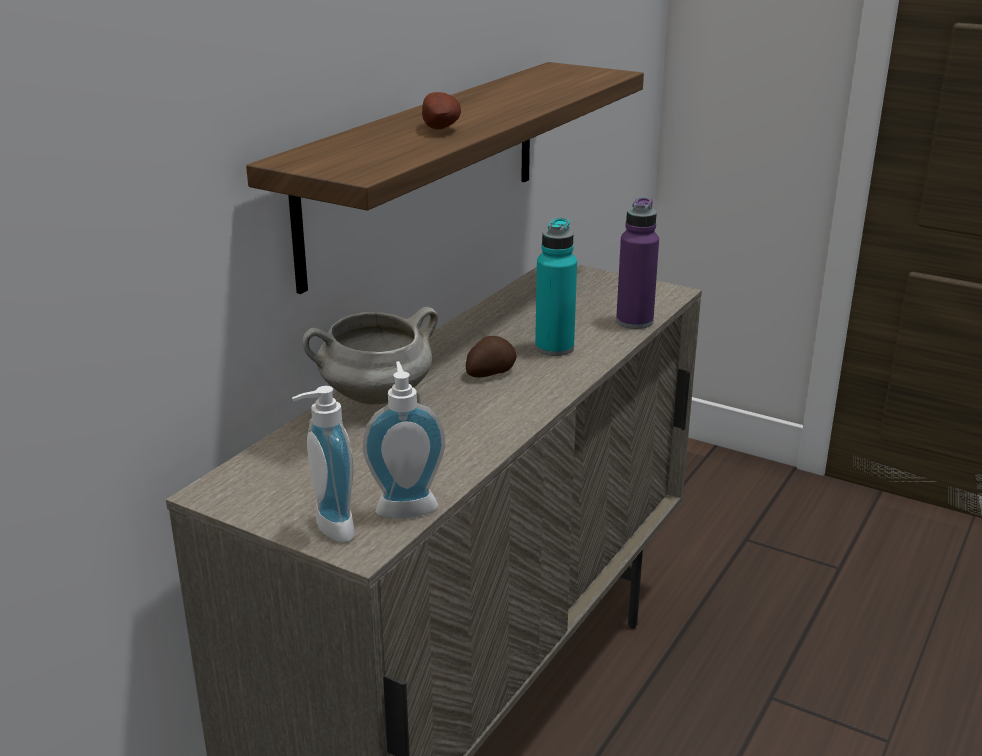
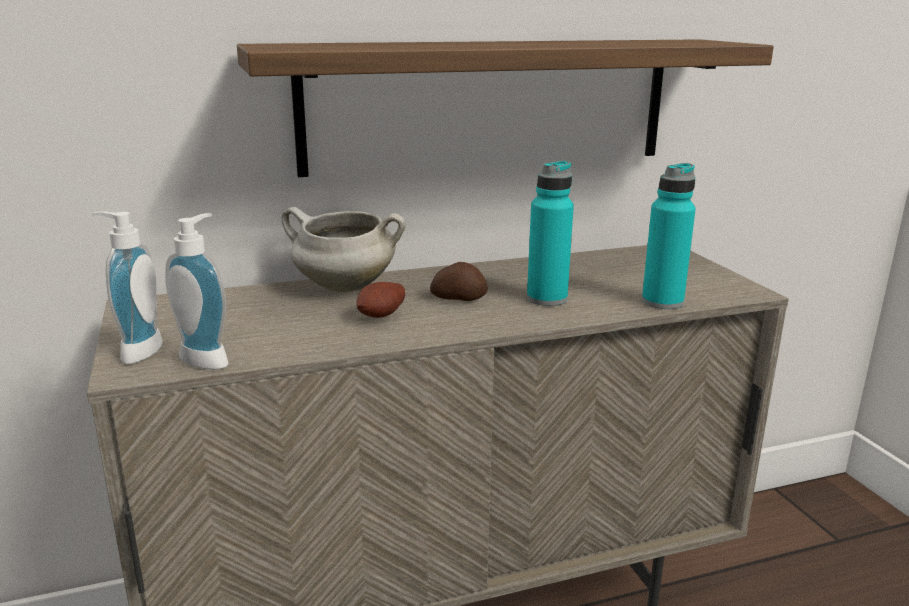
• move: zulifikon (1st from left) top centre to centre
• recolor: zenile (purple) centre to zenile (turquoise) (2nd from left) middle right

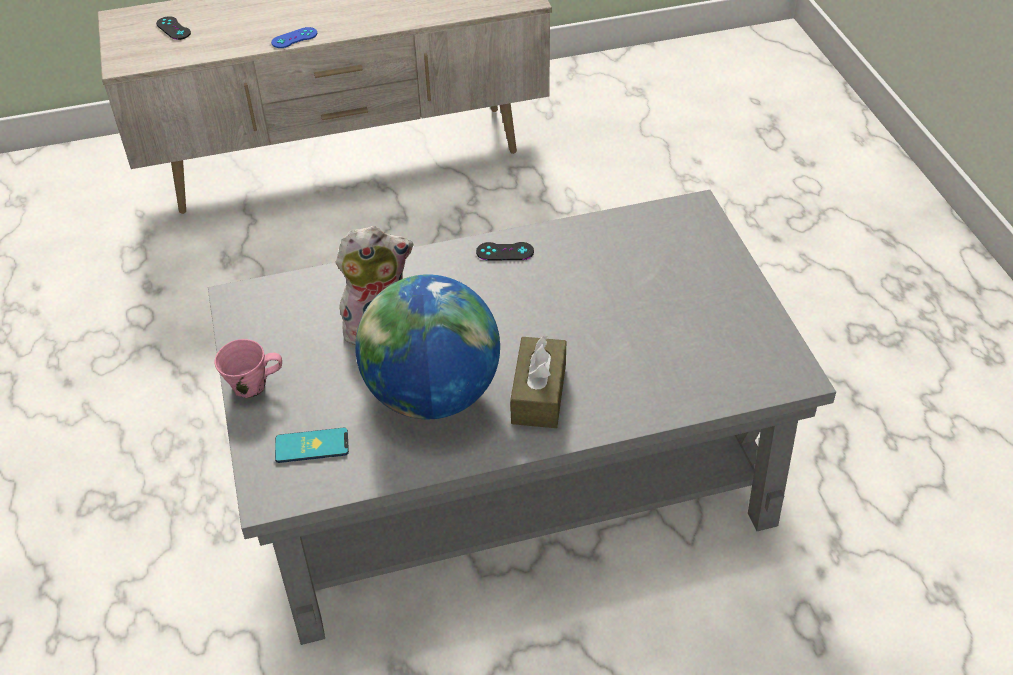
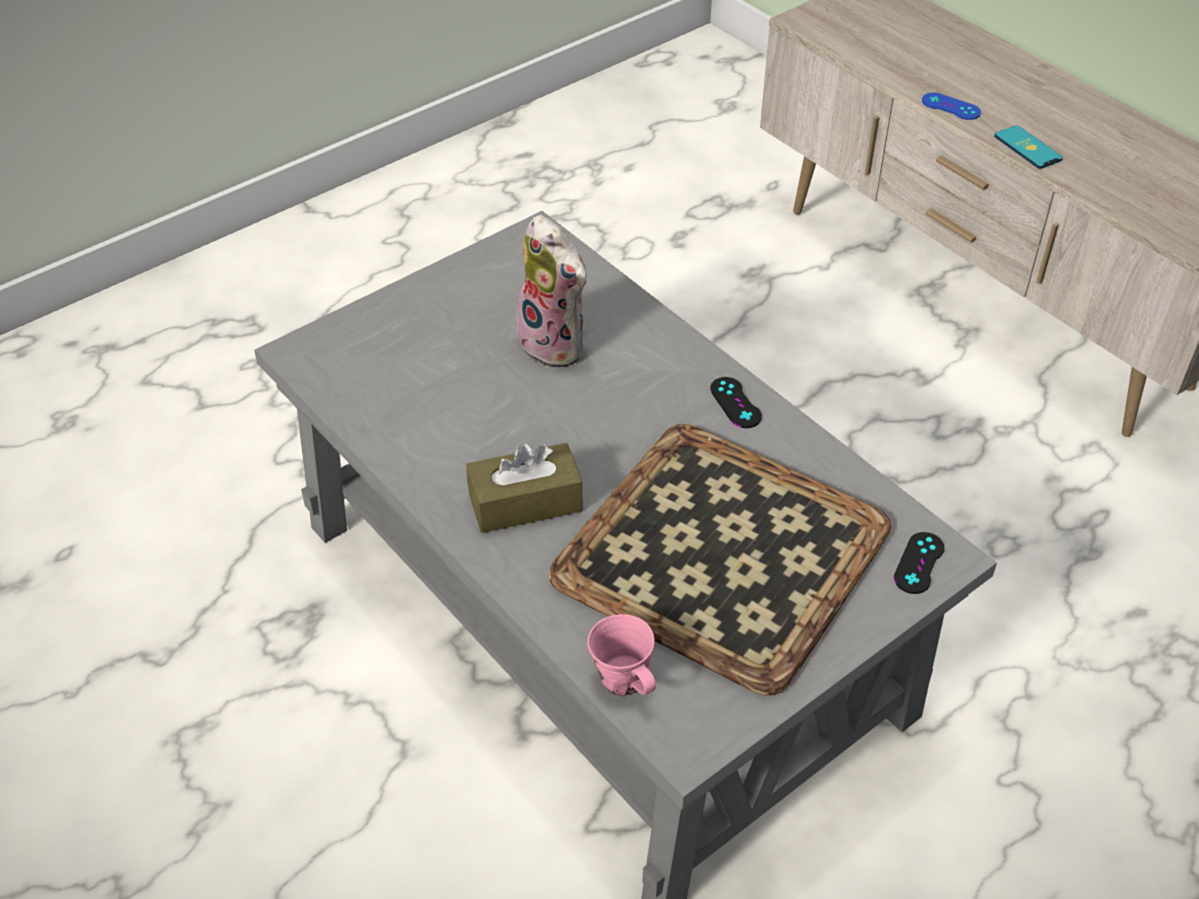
• delete: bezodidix centre
• insert: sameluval centre
• move: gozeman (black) (1st from left in the first image) top left to gozeman (black) (2nd from left) middle right
• move: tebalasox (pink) middle left to bottom centre
• move: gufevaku middle left to top right

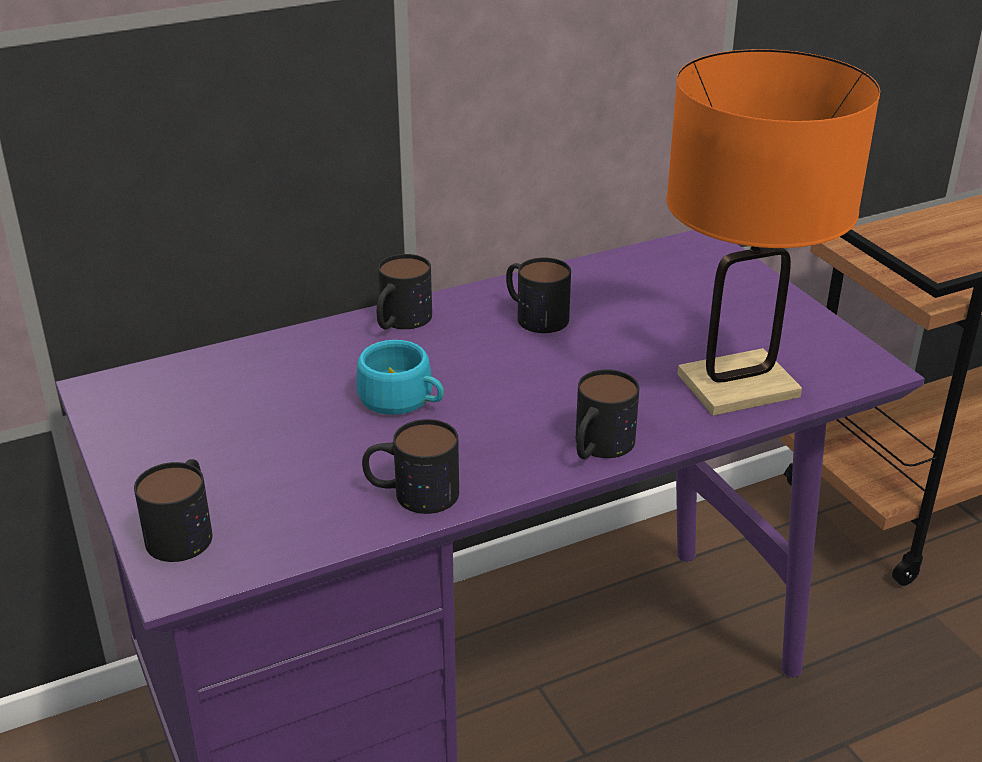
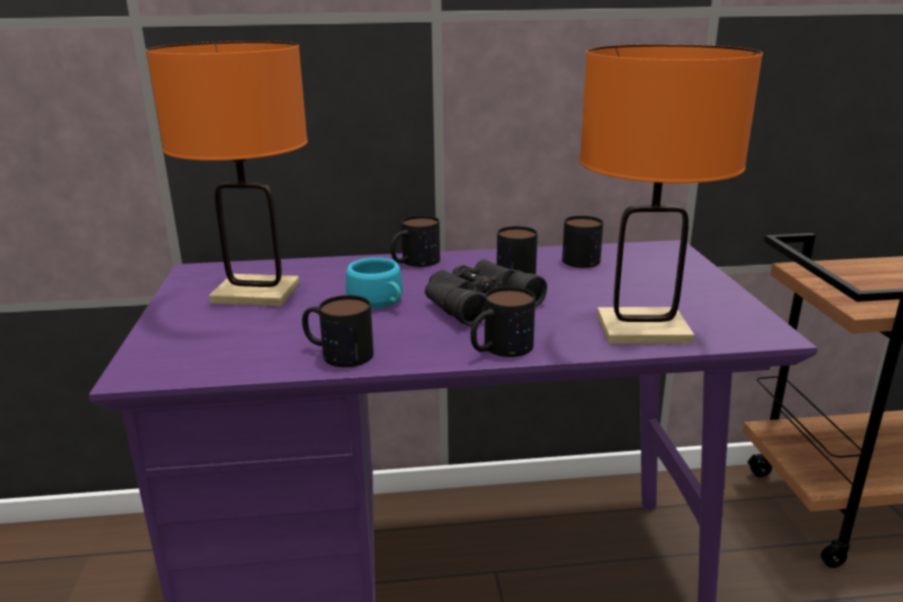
• insert: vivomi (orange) (1st from left) top left
• insert: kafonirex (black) centre
• move: tebalasox (1st from left in the first image) bottom left to tebalasox (5th from left) centre

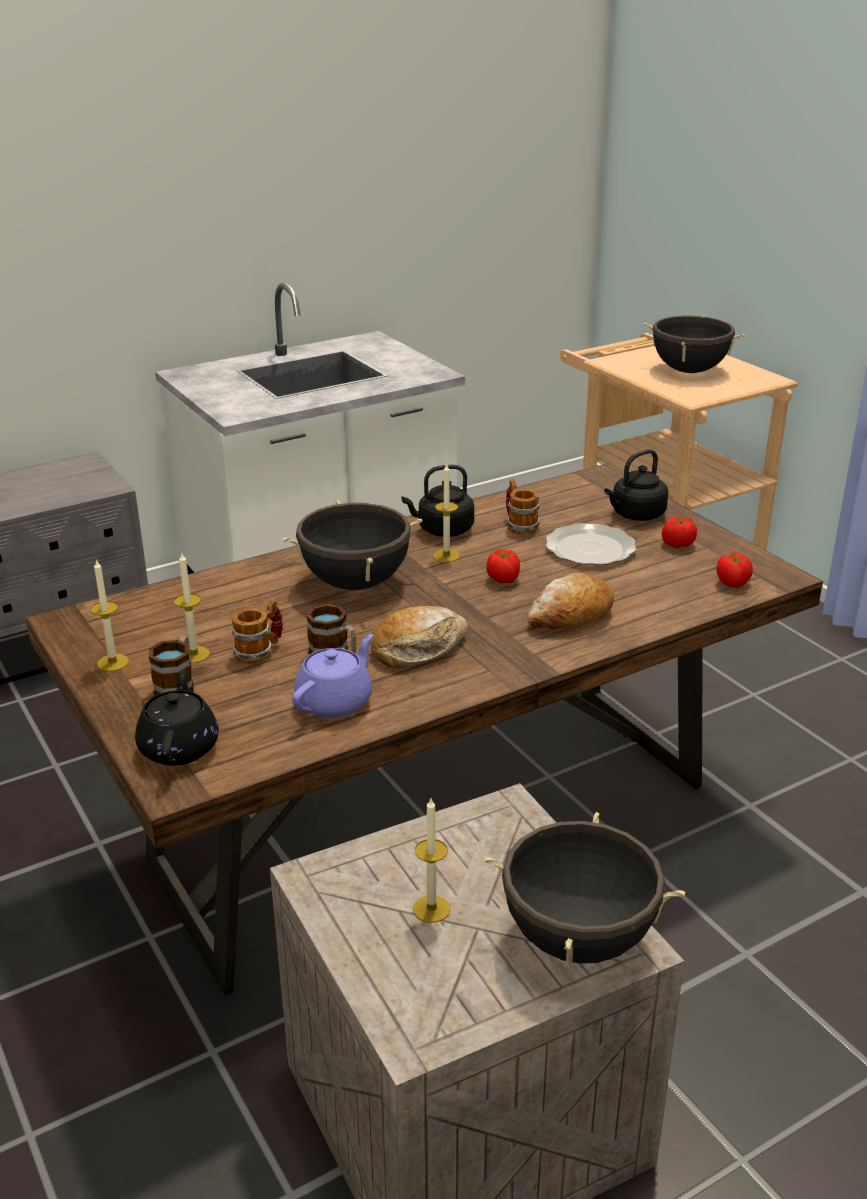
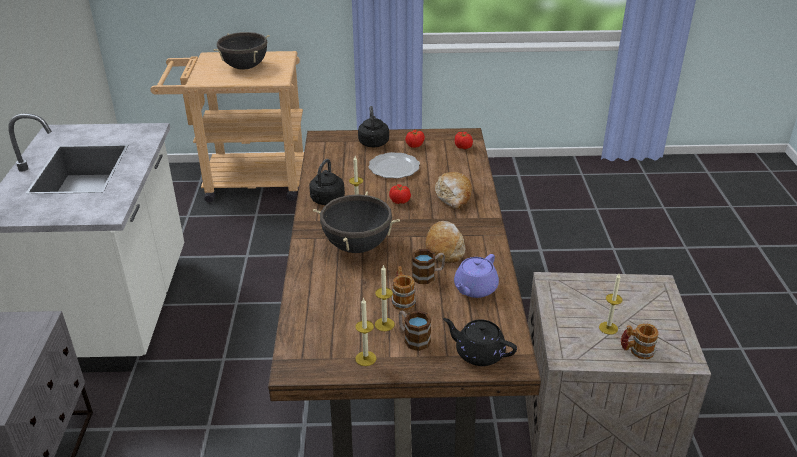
• delete: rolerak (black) (2nd from left) bottom right
• move: tebalasox (4th from left) centre to bottom right
• rotate: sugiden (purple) centre = centre 120 degrees counterclockwise

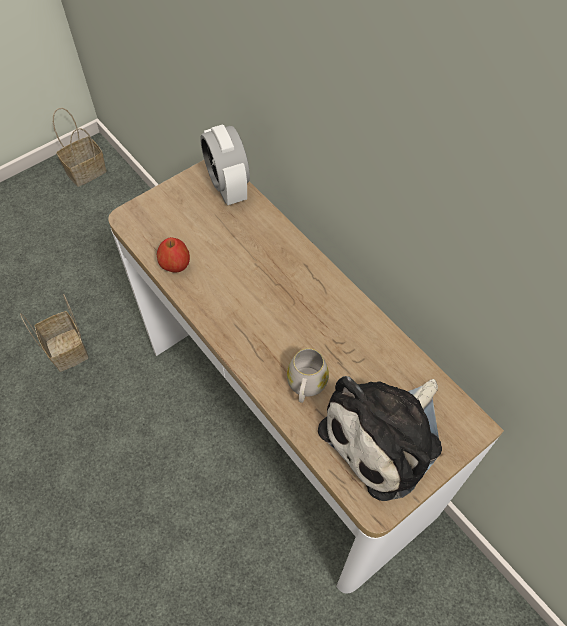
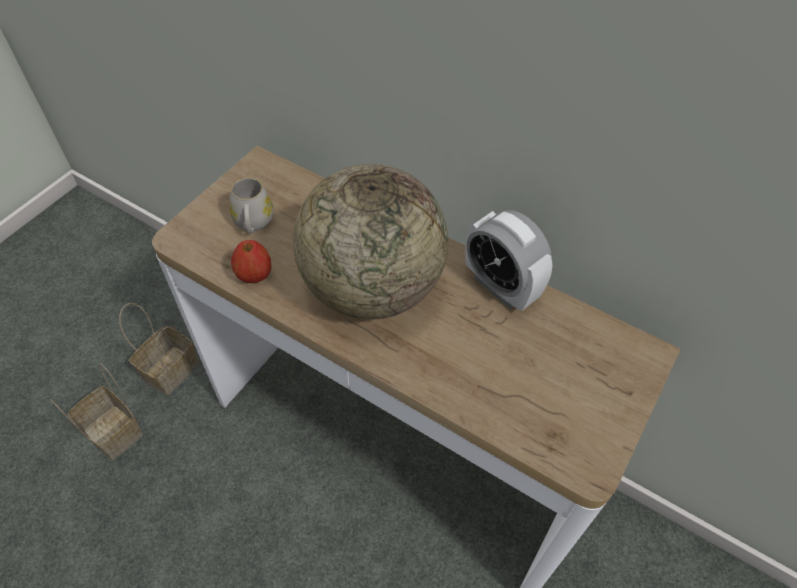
• delete: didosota bottom right
• insert: bezodidix centre
• move: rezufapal (2nd from left) top left to middle left
• move: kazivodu top centre to centre
• move: tebalasox (white) centre to middle left

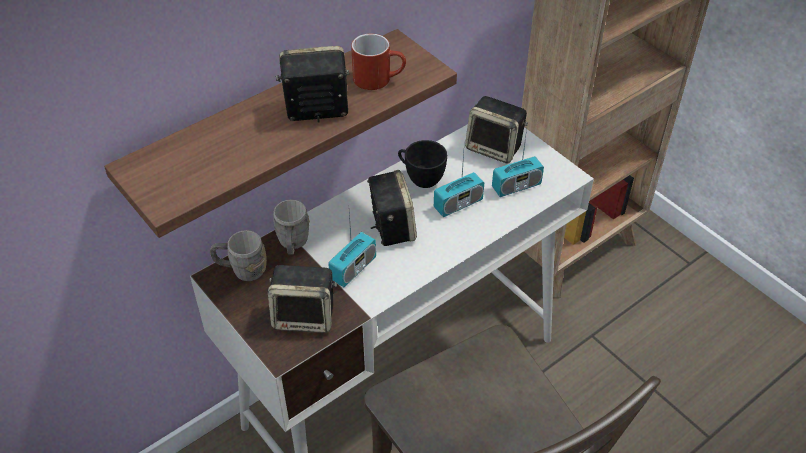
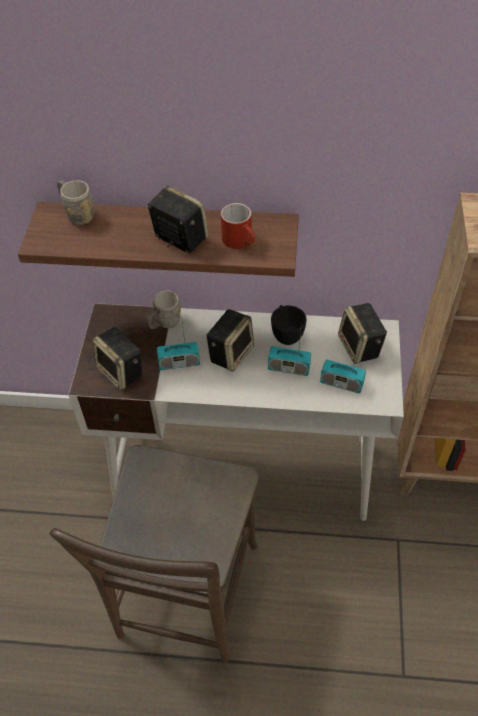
• move: tebalasox (grey) (1st from left) middle left to top left

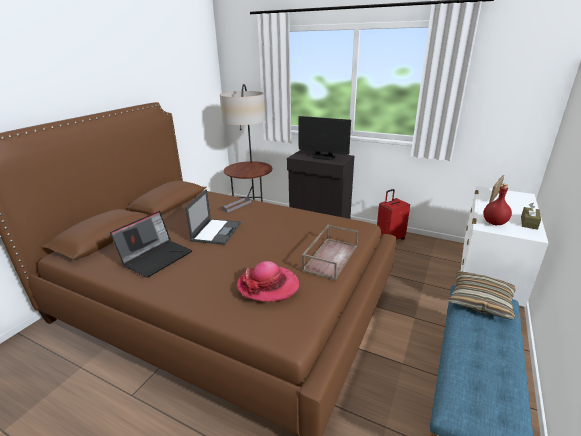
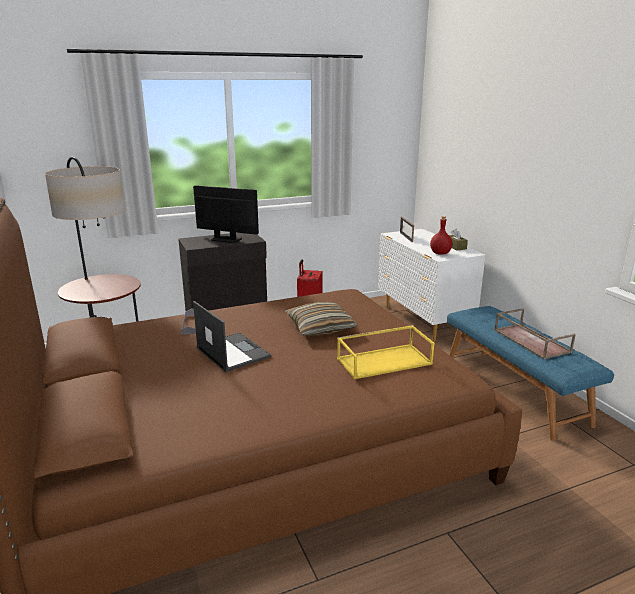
• delete: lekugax (1st from left) middle left
• move: sameluval (brown) centre to middle right
• move: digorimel bottom right to centre
• replace: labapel centre to sameluval (yellow) centre
• rotate: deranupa top centre = centre 135 degrees counterclockwise

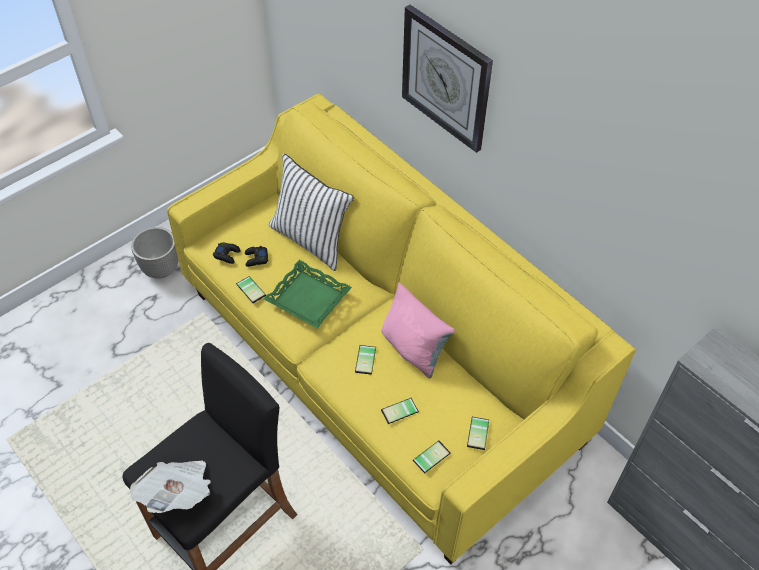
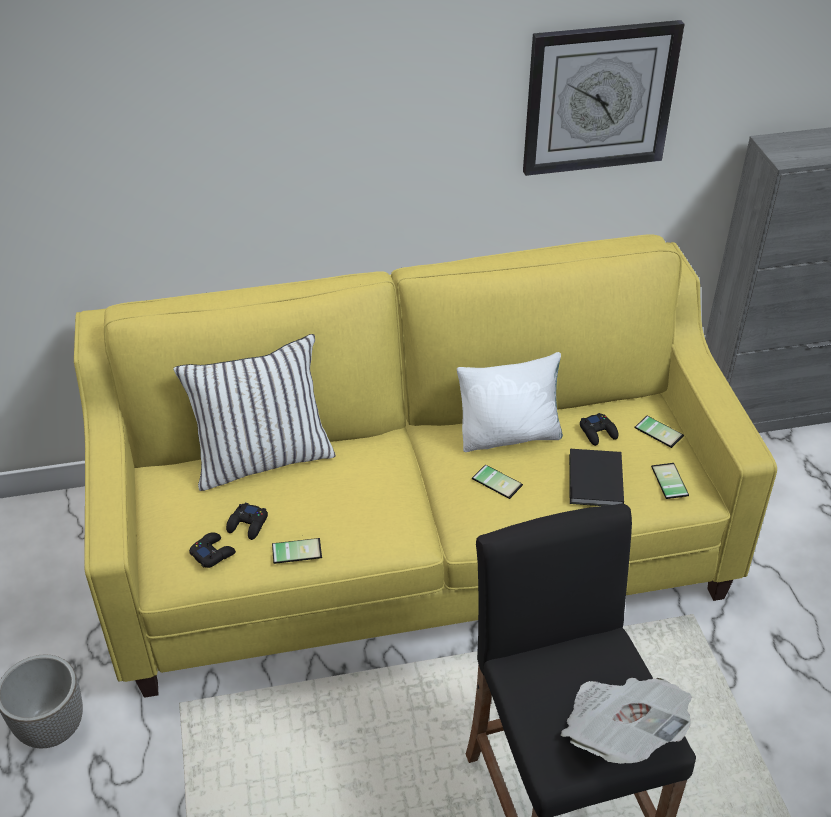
• delete: sameluval (green) centre
• insert: gozeman (black) (3rd from left) middle right
• move: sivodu top centre to top right
• replace: gufevaku (3rd from left) bottom centre to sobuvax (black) middle right
• recolor: digorimel (pink) centre to digorimel (white) (2nd from left) centre

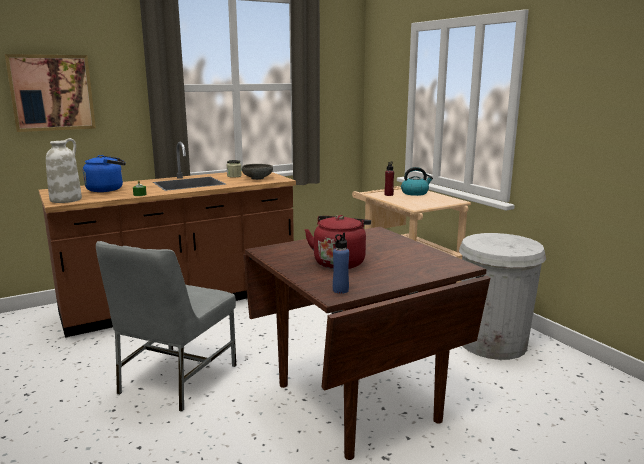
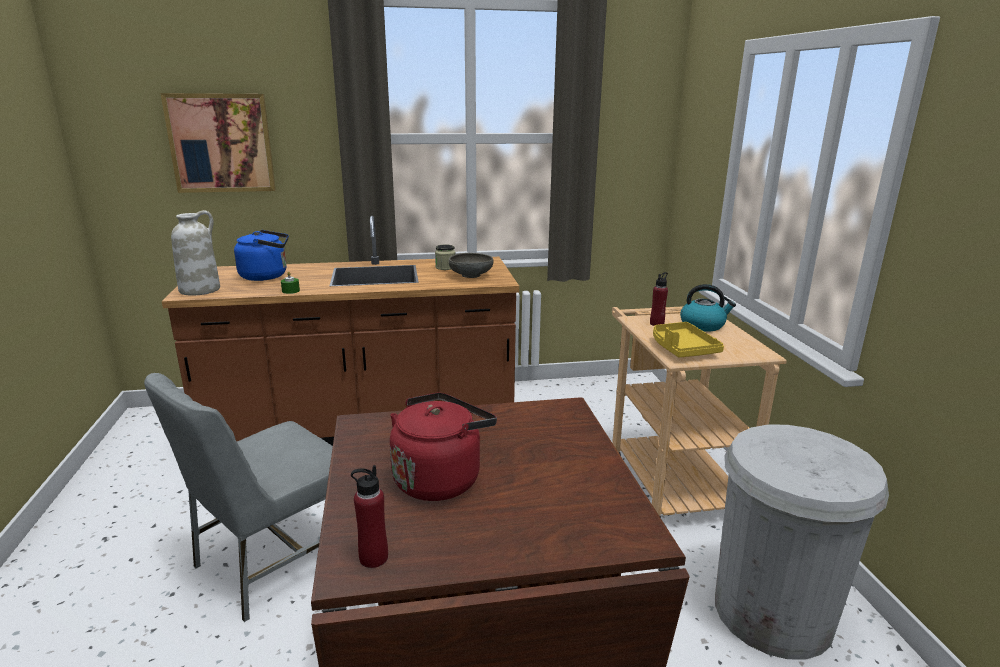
• insert: sameluval (yellow) middle right
• recolor: zenile (blue) centre to zenile (red) (1st from left) bottom centre

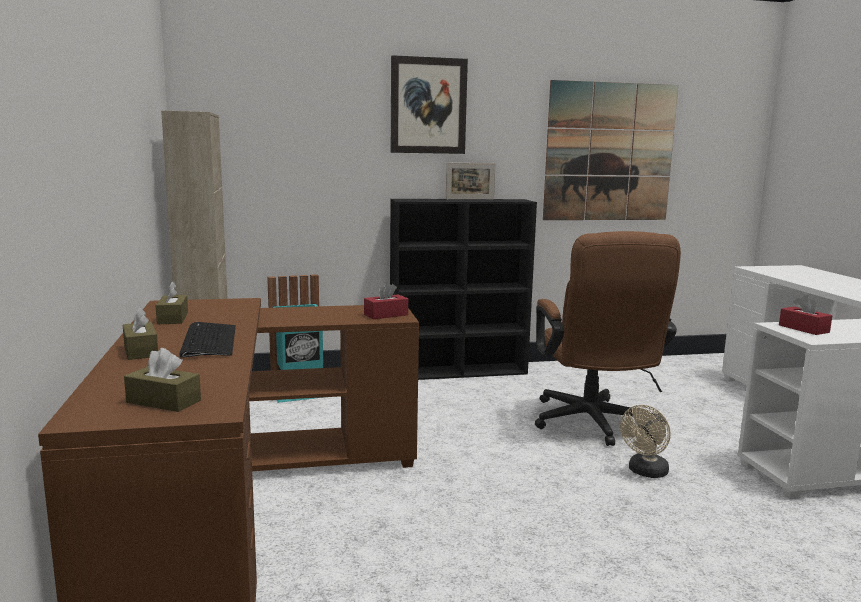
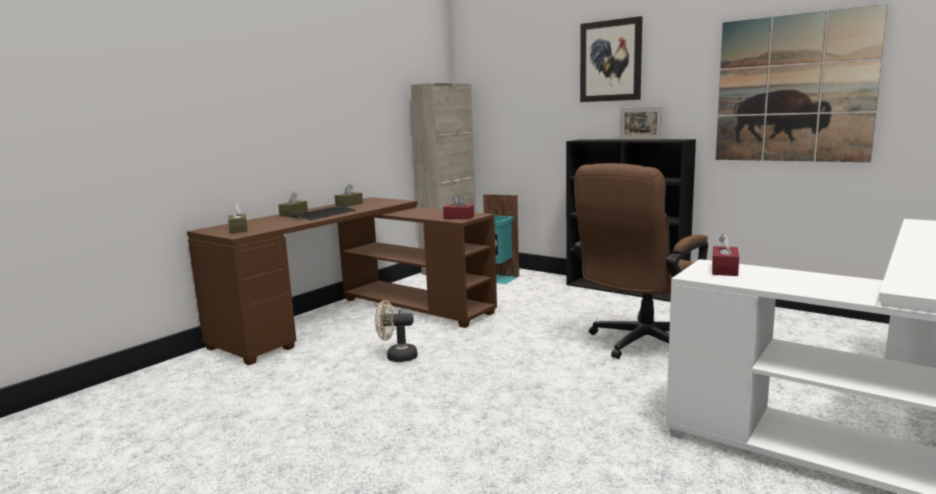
• move: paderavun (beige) bottom right to bottom centre

